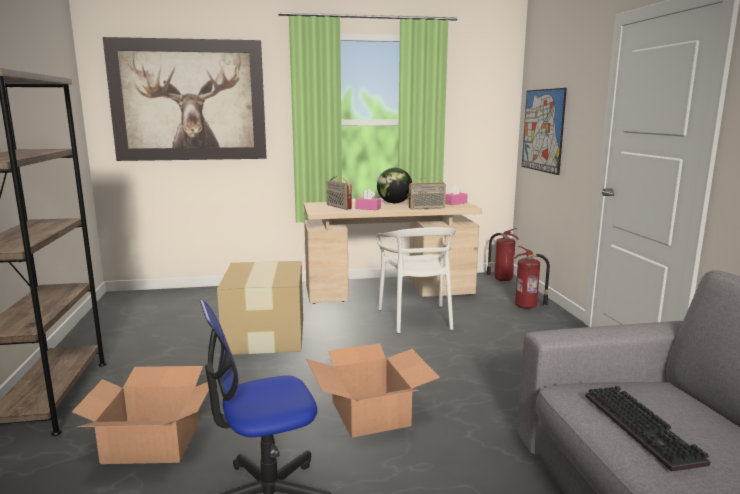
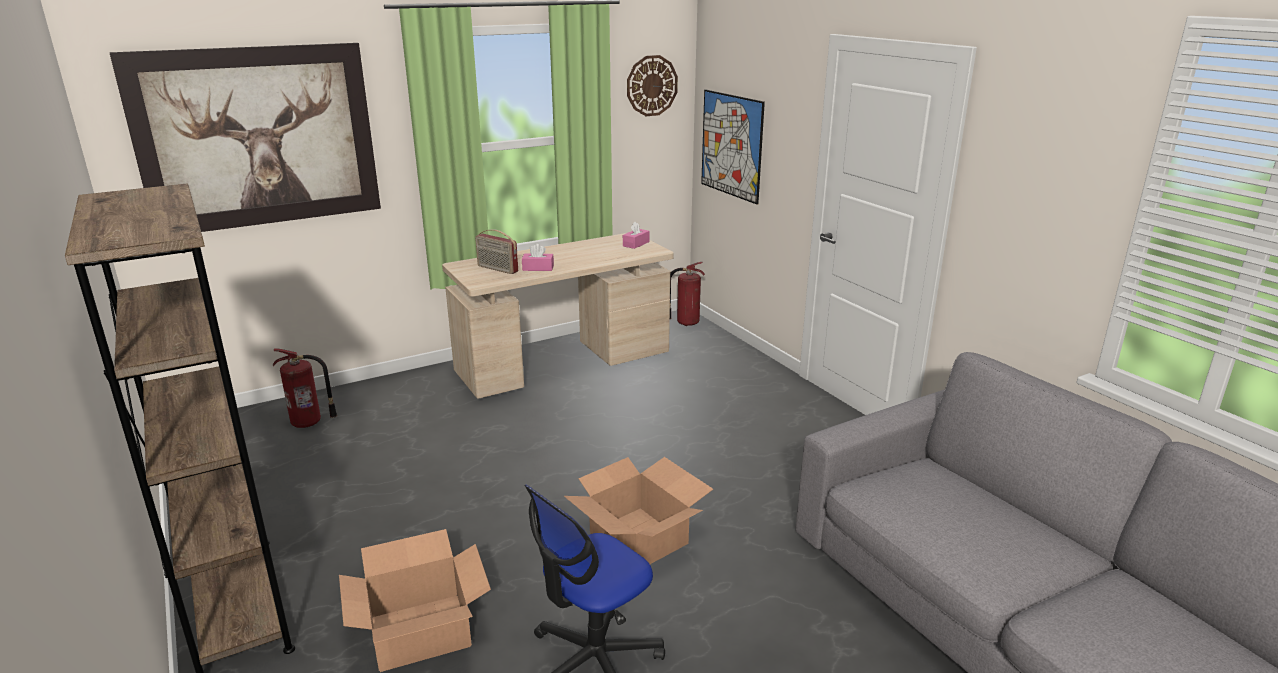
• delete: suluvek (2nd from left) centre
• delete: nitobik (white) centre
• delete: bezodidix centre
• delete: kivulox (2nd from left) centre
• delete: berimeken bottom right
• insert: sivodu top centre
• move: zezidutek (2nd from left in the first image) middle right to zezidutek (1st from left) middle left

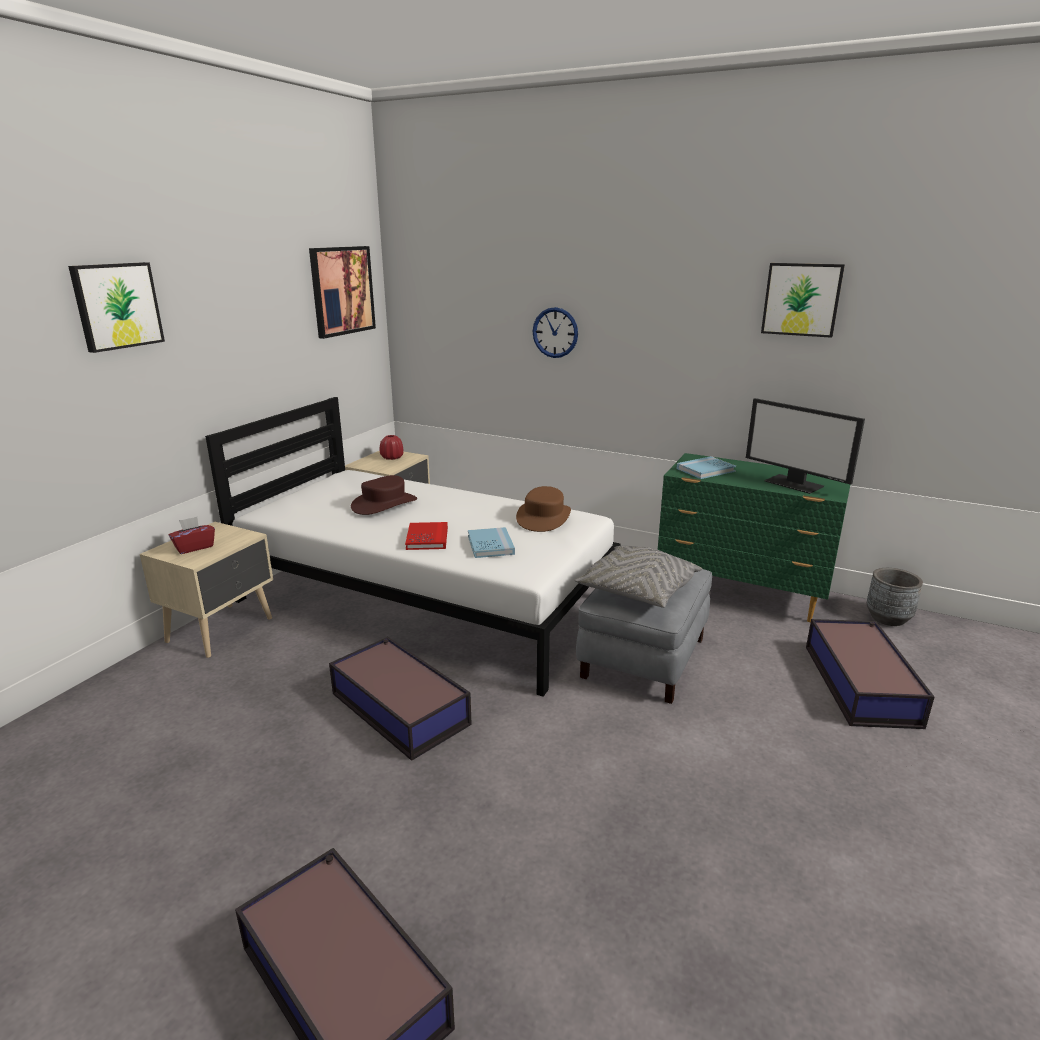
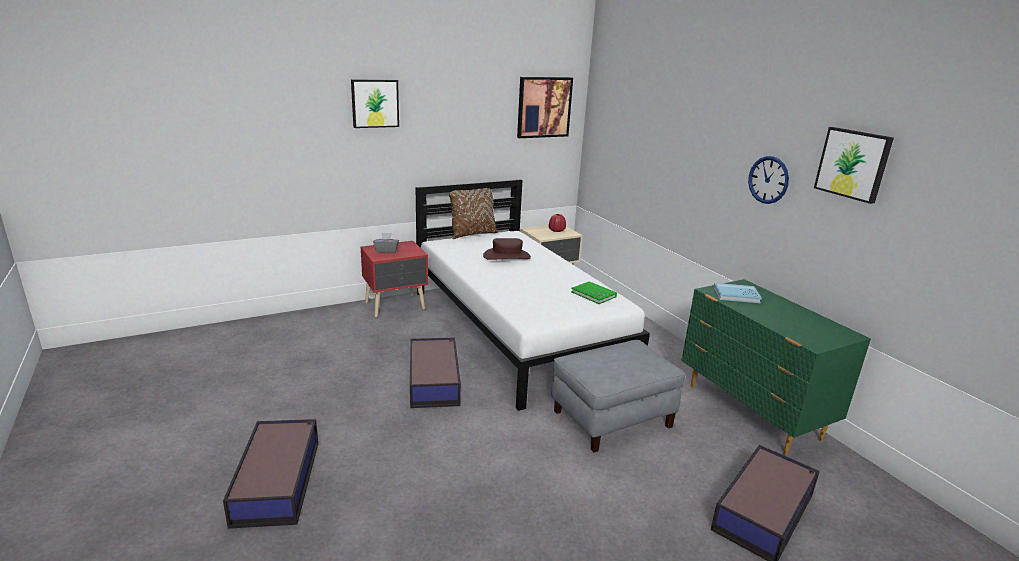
• delete: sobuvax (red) centre
• delete: sobuvax (blue) (1st from left) centre
• delete: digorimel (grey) centre
• delete: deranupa middle right
• delete: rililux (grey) middle right
• insert: digorimel (brown) centre
• move: sivodu top centre to top right
• replace: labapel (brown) (2nd from left) centre to sobuvax (green) centre
• recolor: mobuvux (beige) (1st from left) middle left to mobuvux (red) centre
• recolor: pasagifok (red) middle left to pasagifok (grey) centre

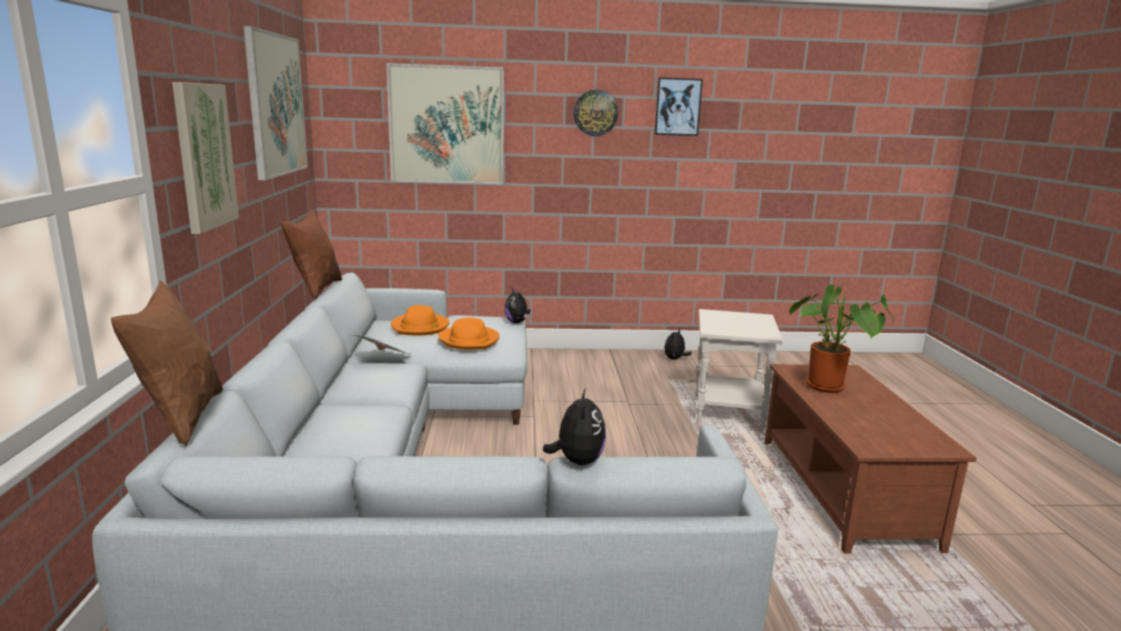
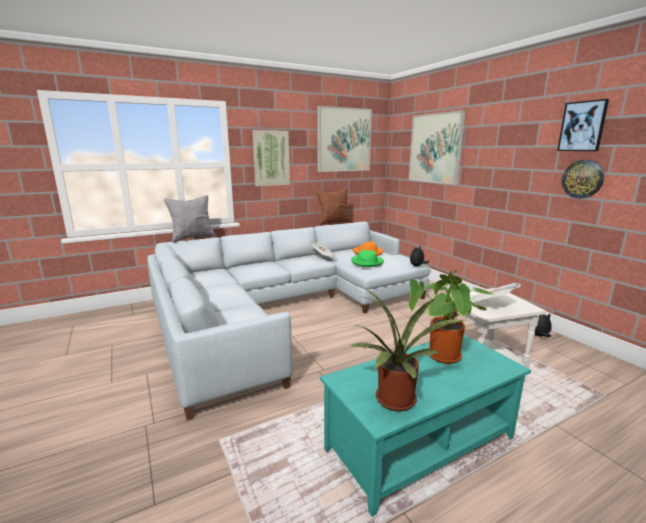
• delete: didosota (2nd from left) bottom centre
• insert: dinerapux (1st from left) bottom centre
• insert: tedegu (2nd from left) middle right
• move: sivodu top centre to middle right
• recolor: digorimel (brown) (1st from left) middle left to digorimel (grey) middle left
• recolor: labapel (orange) (2nd from left) centre to labapel (green) centre
• recolor: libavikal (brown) bottom right to libavikal (turquoise) bottom centre

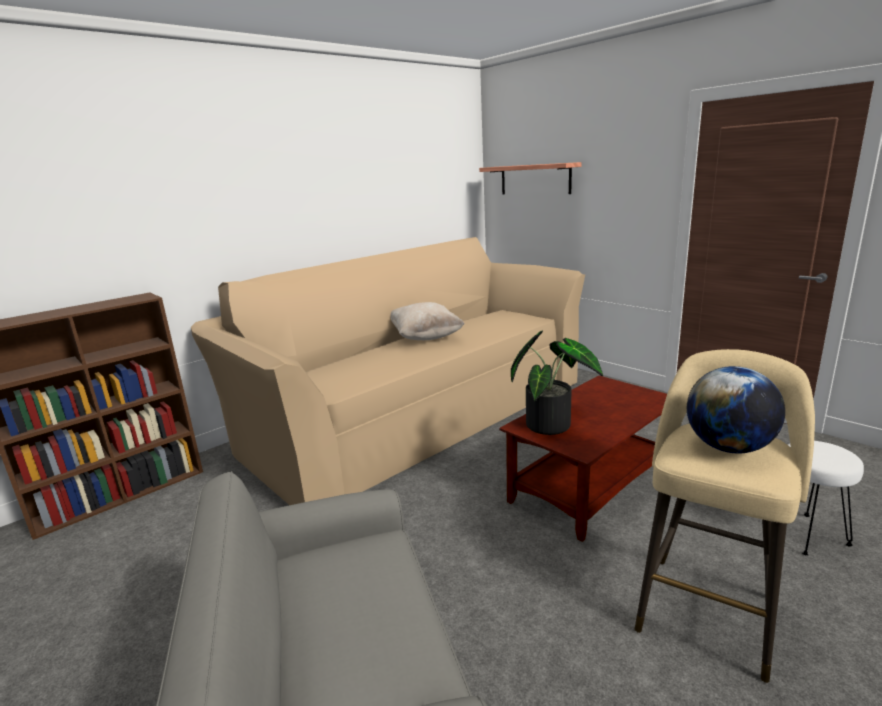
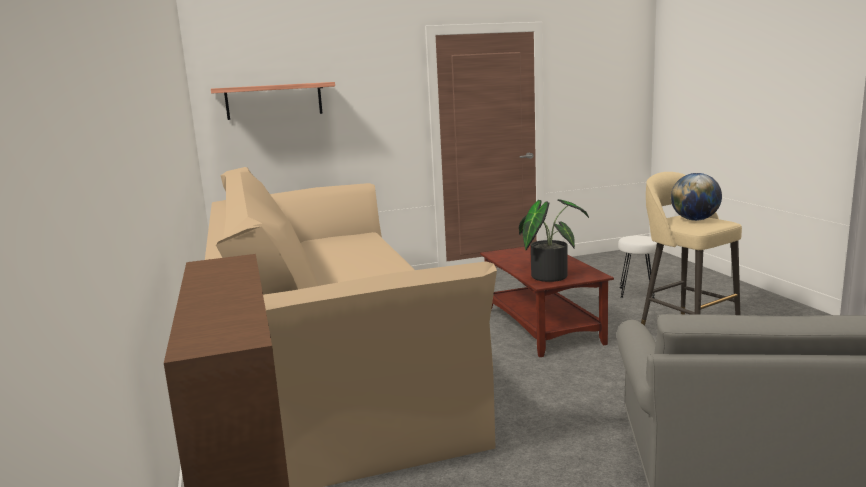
• delete: digorimel (beige) centre

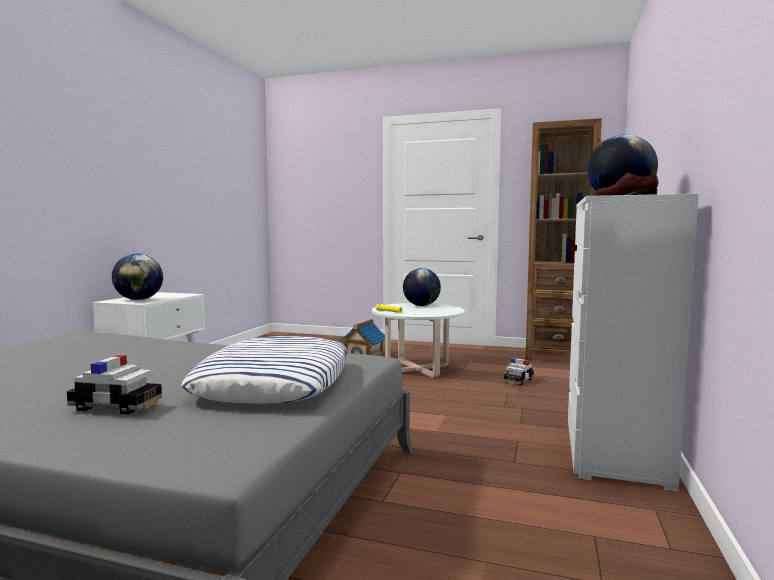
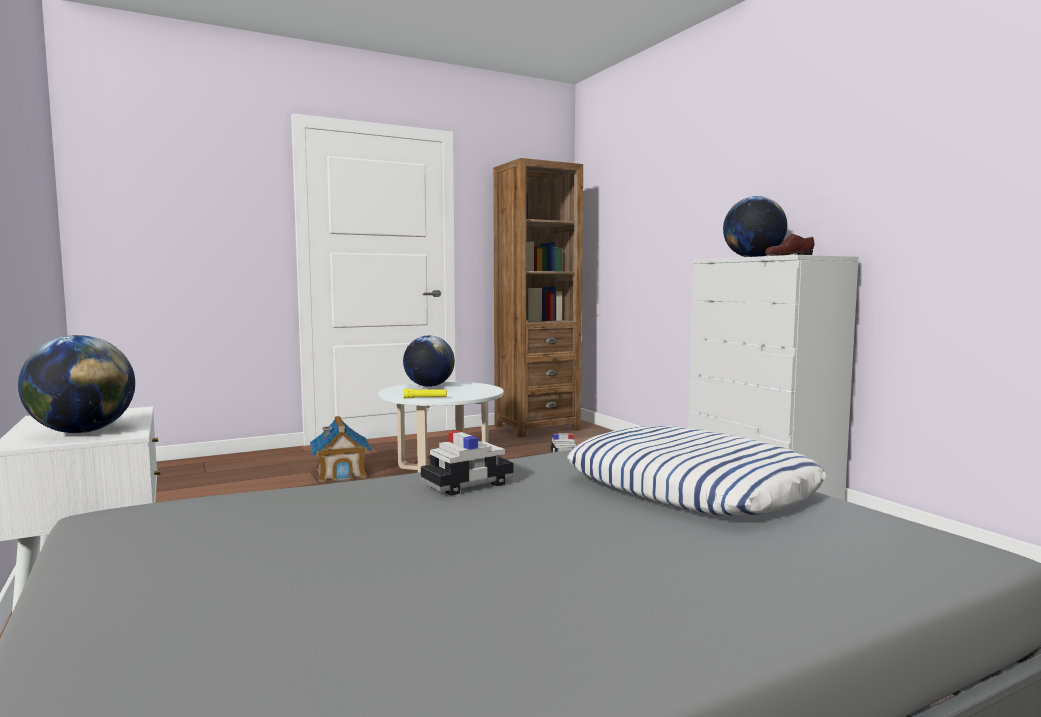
• move: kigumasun (1st from left) middle left to centre

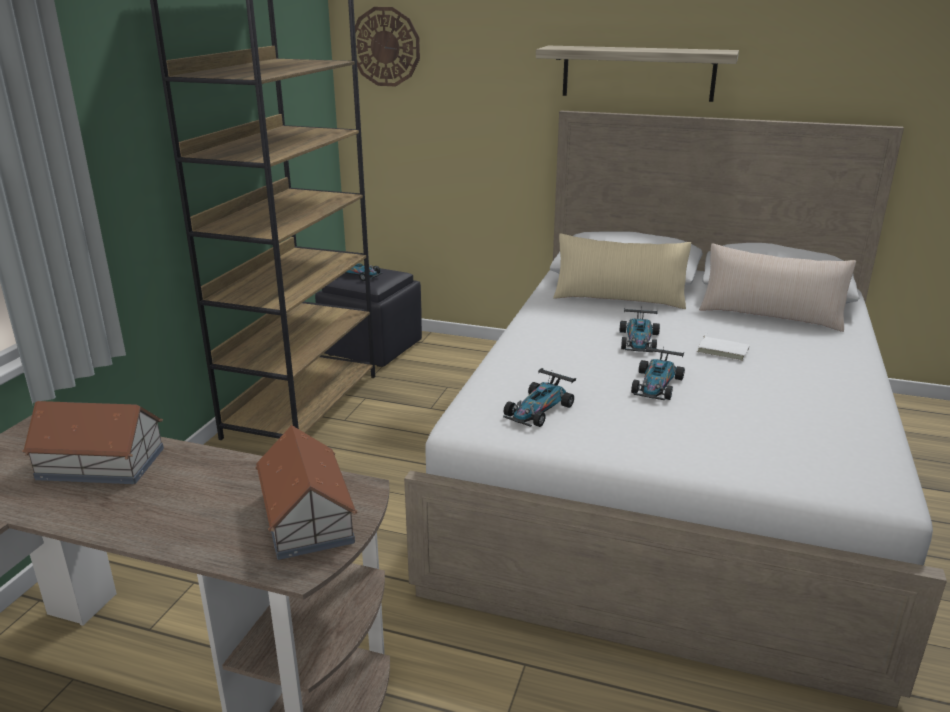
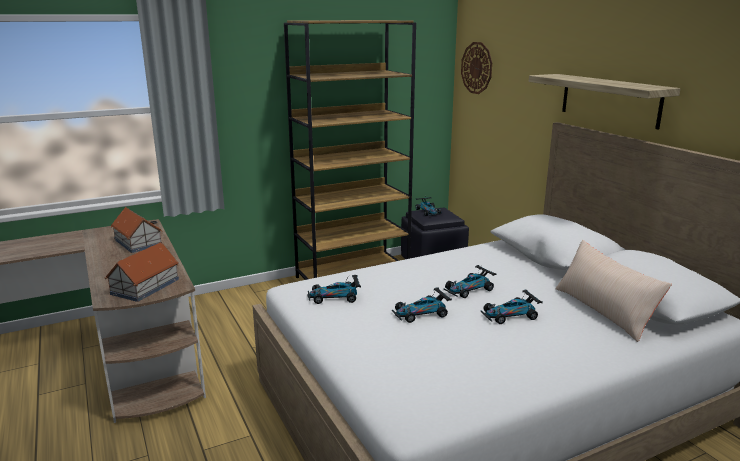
• delete: digorimel (beige) (1st from left) centre
• replace: sobuvax (white) middle right to kigumasun (5th from left) middle right

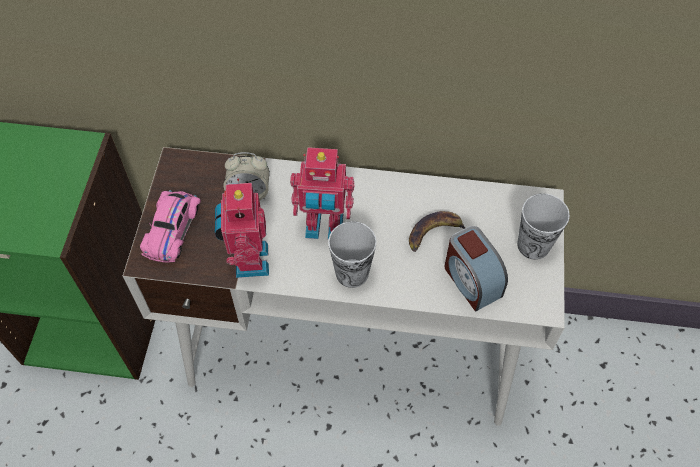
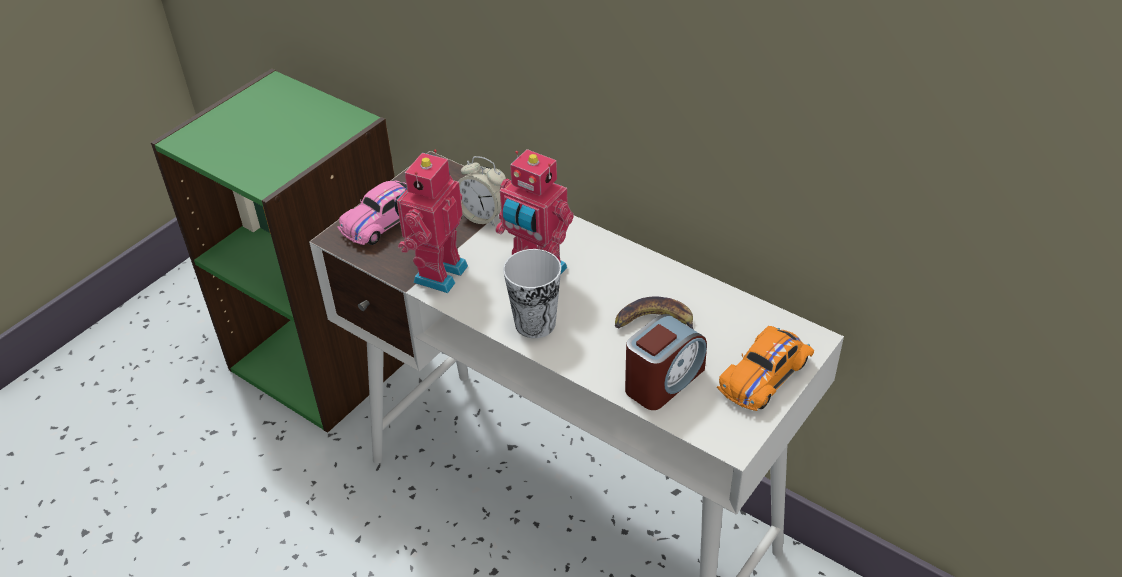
• replace: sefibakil (2nd from left) middle right to kigumasun (orange) middle right
• rotate: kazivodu (2nd from left) middle right = centre 135 degrees counterclockwise

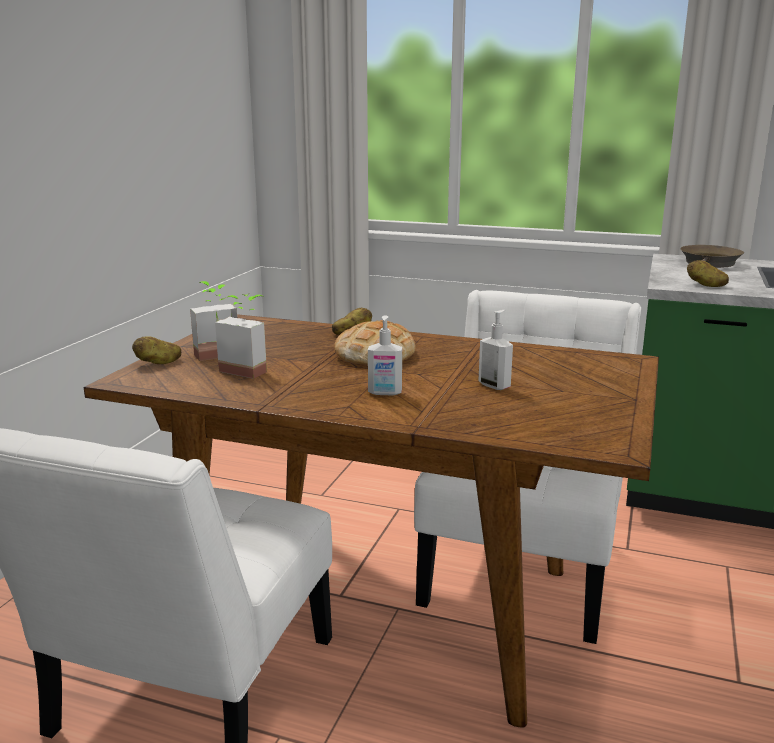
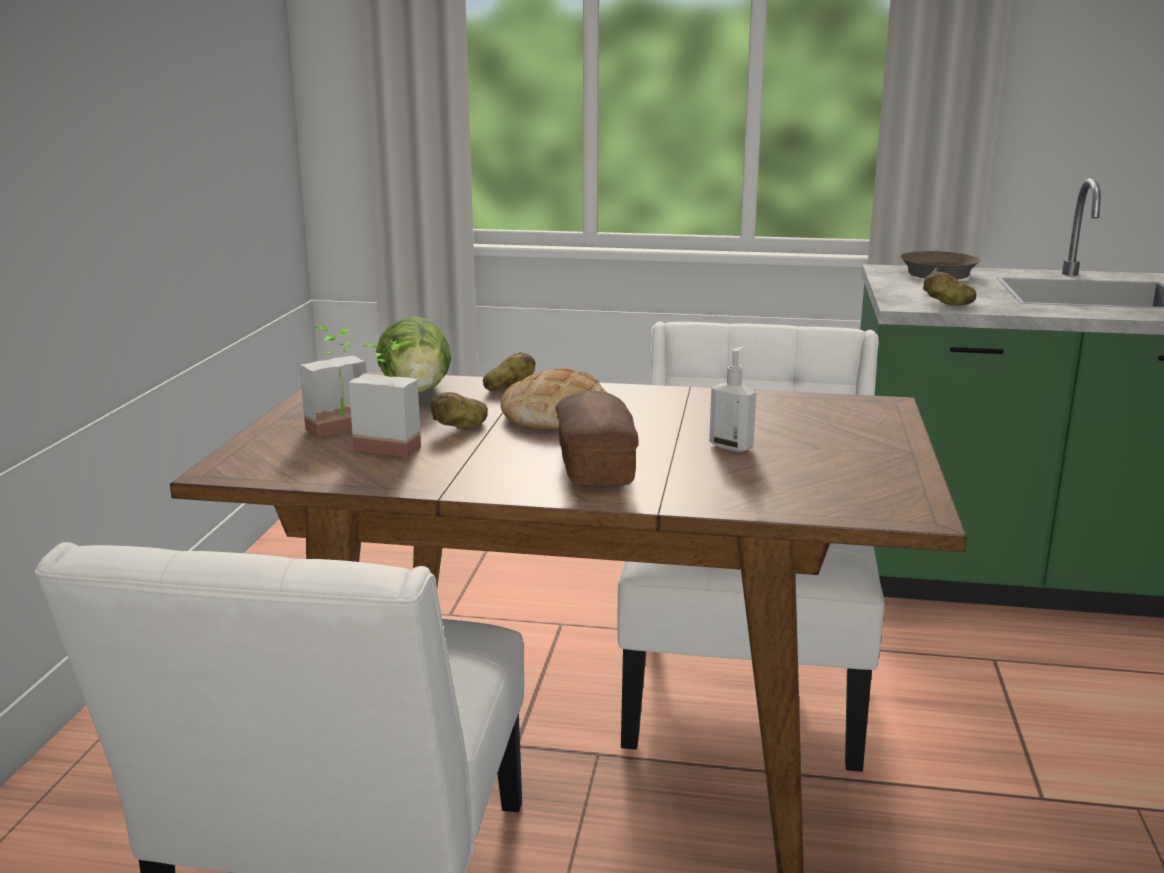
• insert: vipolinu centre
• move: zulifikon (1st from left) middle left to centre
• replace: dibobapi (1st from left) centre to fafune (2nd from left) centre

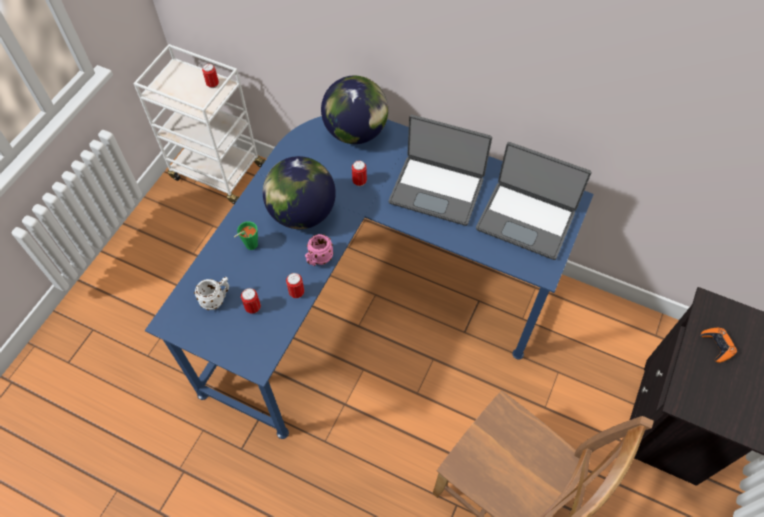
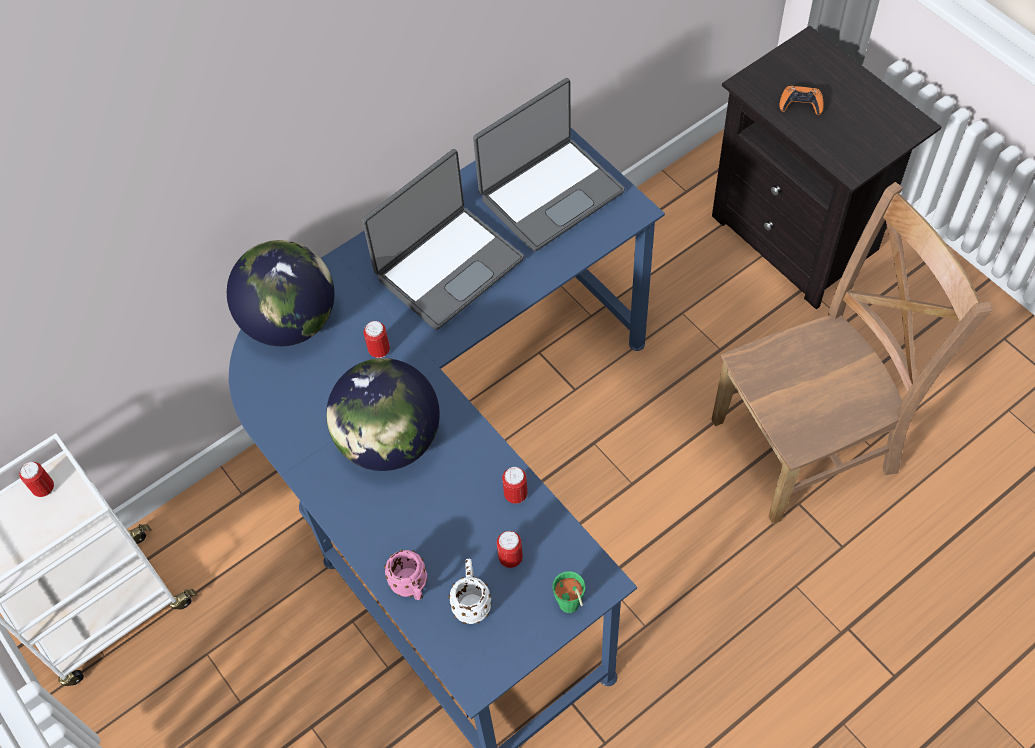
• move: sefibakil (green) middle left to bottom centre
• move: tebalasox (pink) centre to bottom centre

